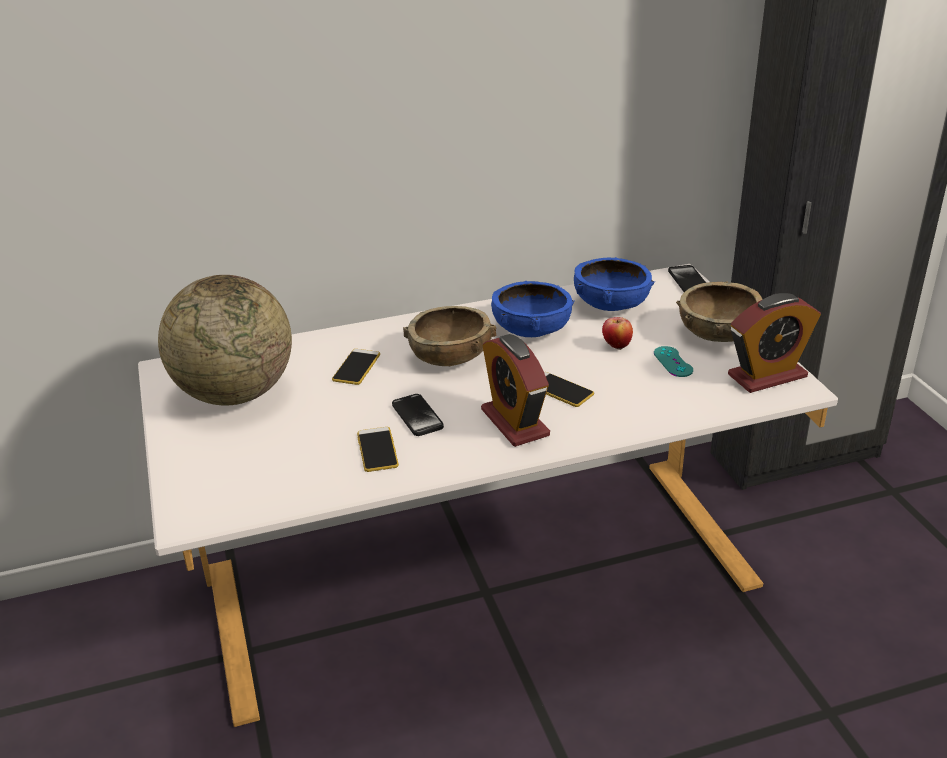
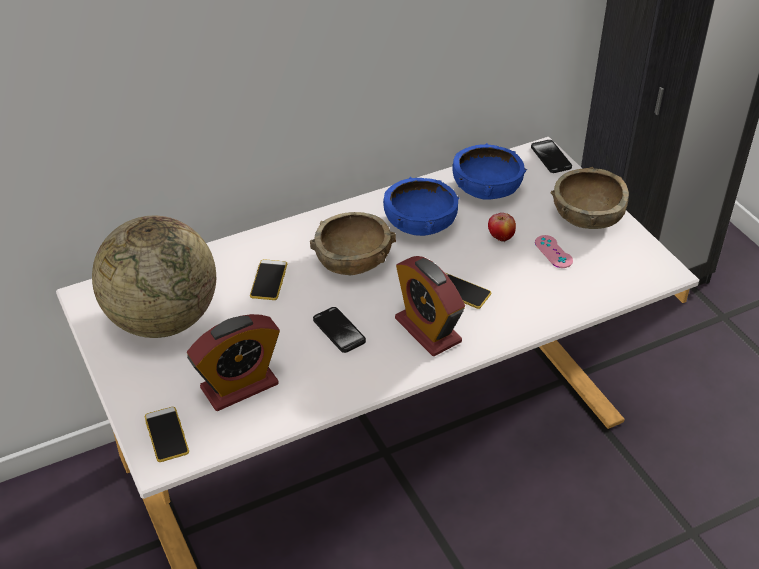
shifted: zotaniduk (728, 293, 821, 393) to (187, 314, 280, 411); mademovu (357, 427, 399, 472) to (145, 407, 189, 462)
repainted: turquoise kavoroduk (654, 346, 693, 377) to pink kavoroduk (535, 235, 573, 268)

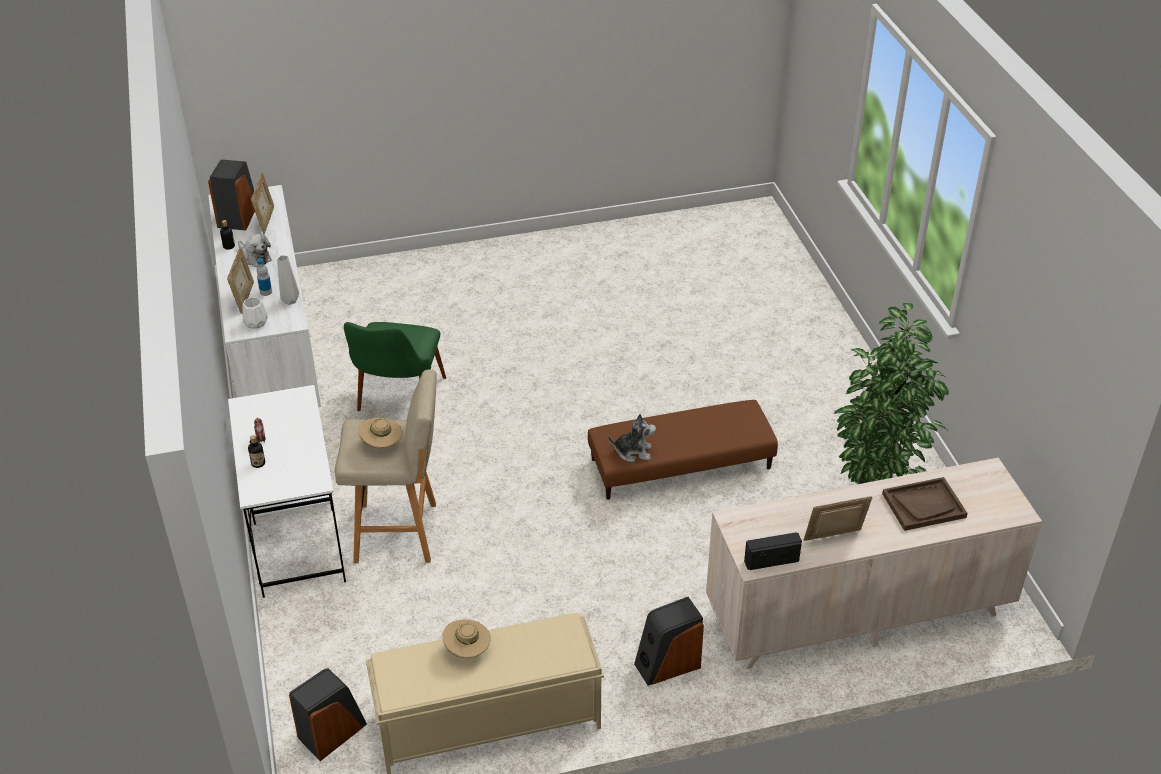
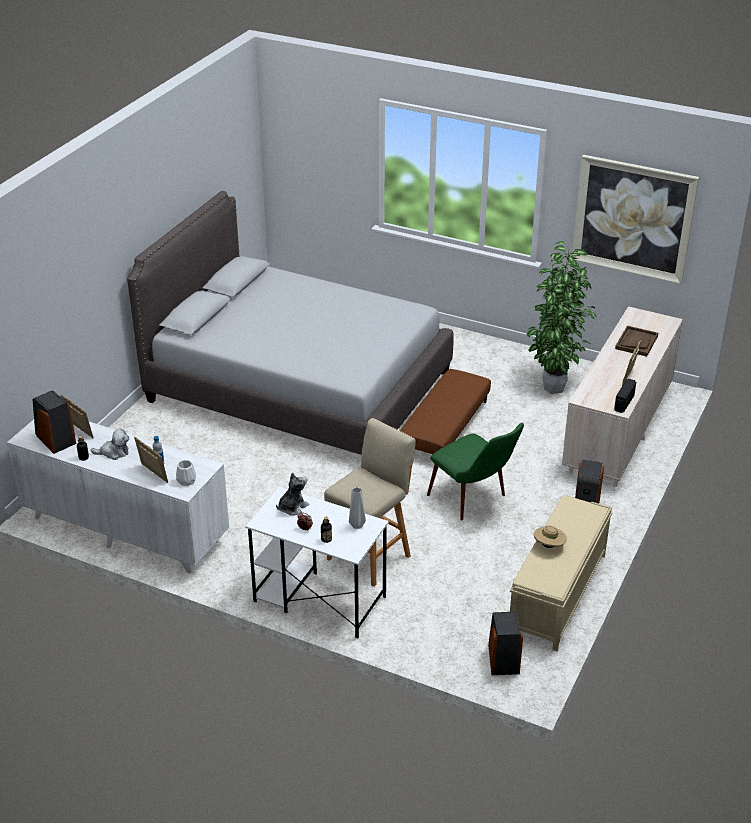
gone: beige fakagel (358, 418, 402, 448)
new: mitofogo (572, 155, 699, 284); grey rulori (127, 191, 454, 455)
shifted: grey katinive (277, 255, 299, 305) to (349, 487, 366, 529); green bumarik (344, 322, 446, 411) to (427, 423, 524, 520); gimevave (608, 414, 656, 462) to (276, 473, 309, 516)

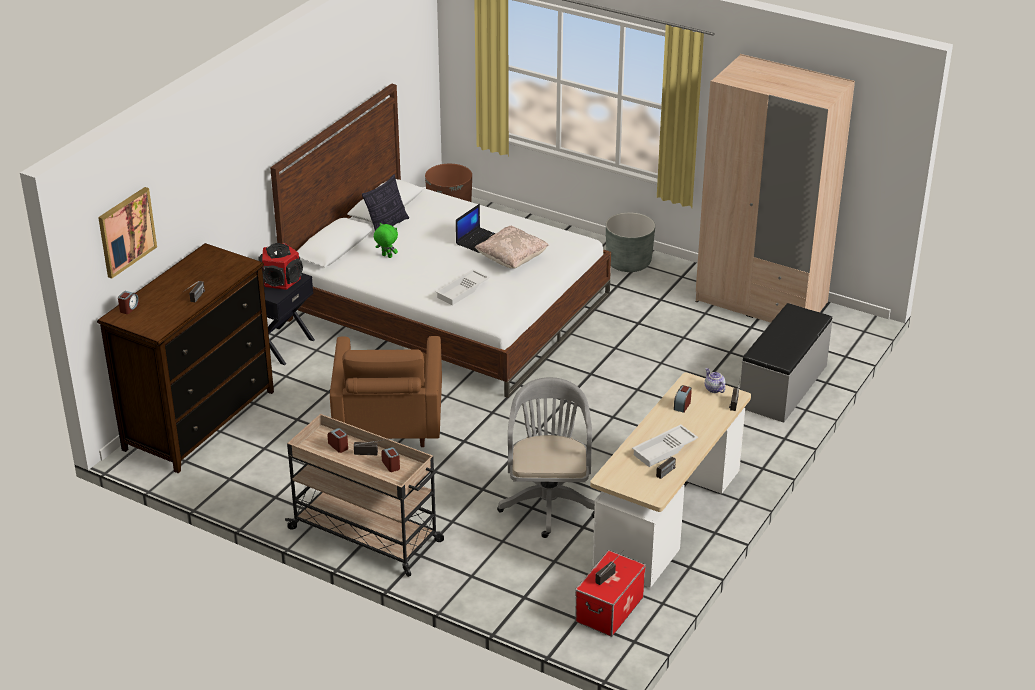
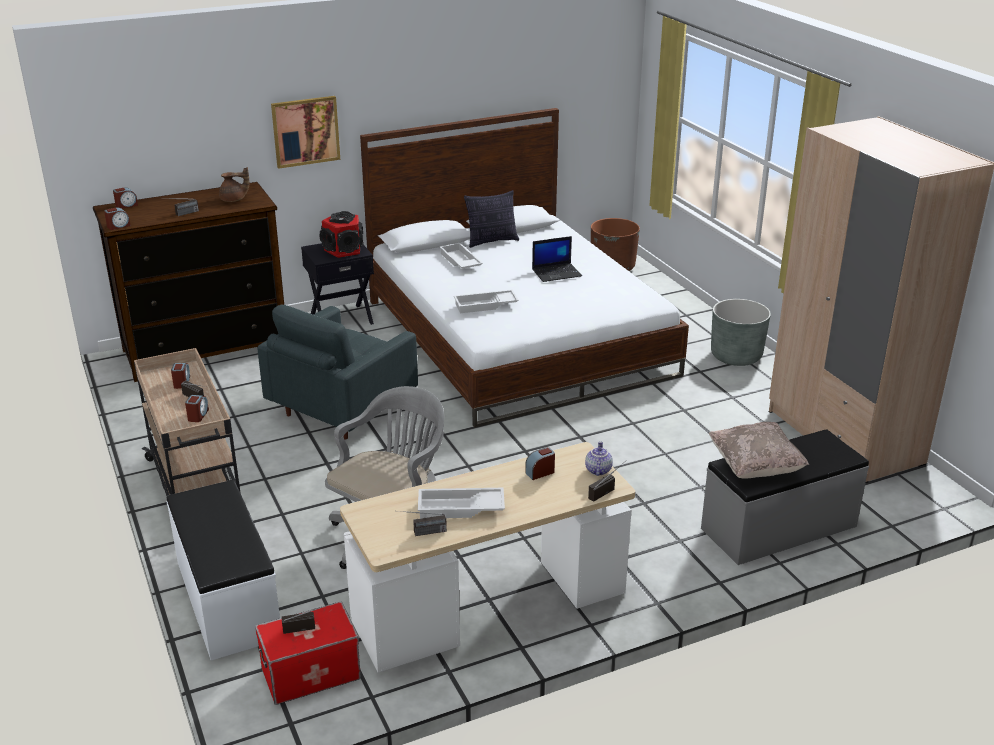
new: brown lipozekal (219, 167, 250, 202); zotaniduk (104, 207, 131, 230); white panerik (167, 480, 280, 660)
shifted: mitofogo (98, 187, 157, 279) to (271, 96, 340, 169); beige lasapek (475, 226, 549, 269) to (709, 422, 809, 479)
swapped: green gimevave (374, 223, 398, 258) to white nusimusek (439, 243, 483, 269)
repainted: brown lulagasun (330, 336, 442, 447) to grey lulagasun (257, 305, 418, 439)

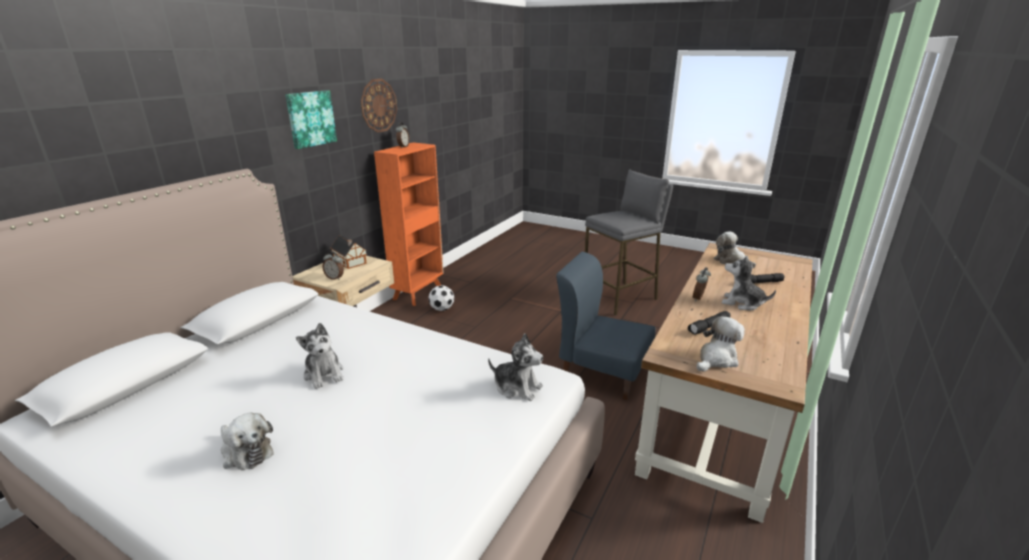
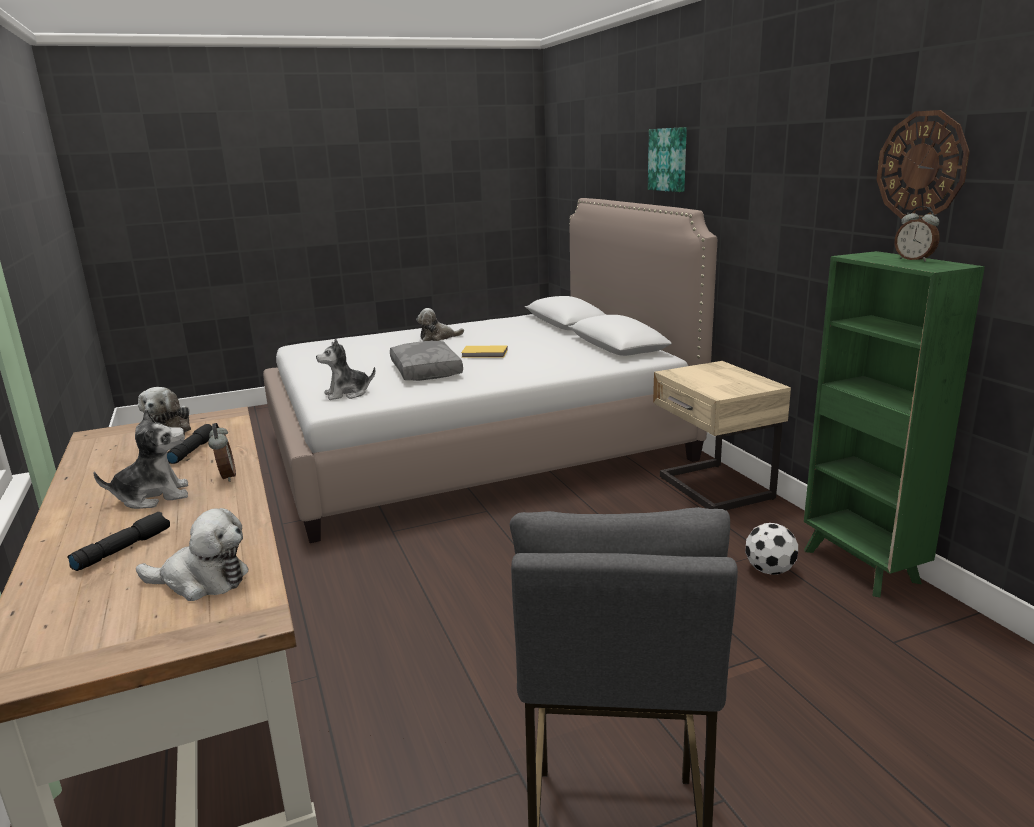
gone: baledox (330, 235, 367, 269); zotaniduk (323, 251, 344, 280); blue bumarik (556, 252, 656, 400)
new: grey lasapek (390, 341, 463, 381)
shifted: mitofogo (285, 90, 337, 149) to (648, 127, 687, 192)
swapped: gimevave (296, 323, 344, 389) to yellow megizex (461, 346, 508, 358)
repainted: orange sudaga (374, 142, 444, 306) to green sudaga (804, 251, 985, 597)

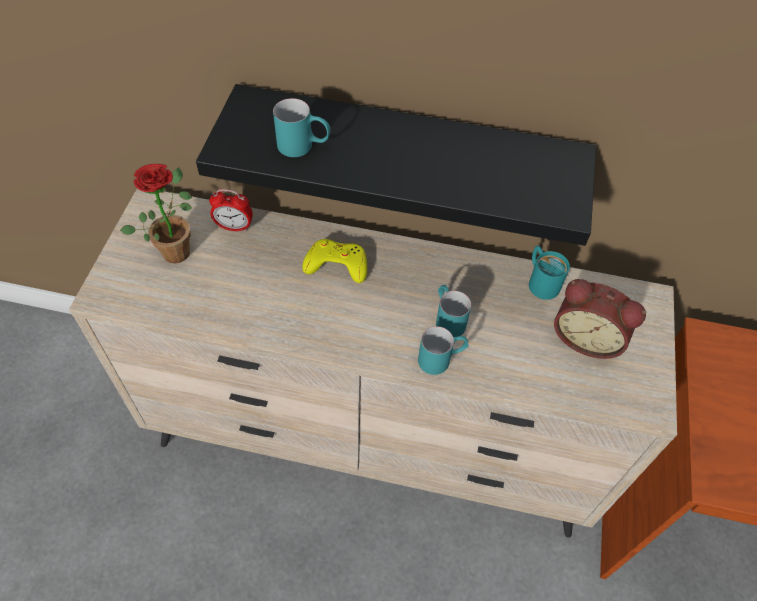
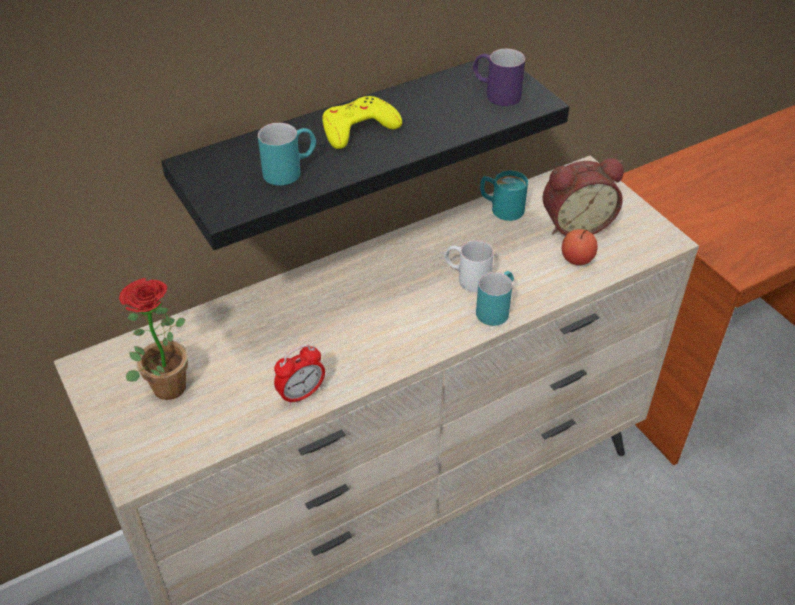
new: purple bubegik (473, 49, 525, 106); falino (562, 229, 598, 265)
shifted: zotaniduk (209, 189, 253, 232) to (274, 344, 325, 406); yellow kavoroduk (302, 239, 367, 283) to (322, 96, 402, 149)
repainted: turquoise bubegik (436, 285, 471, 337) to white bubegik (444, 240, 494, 292)

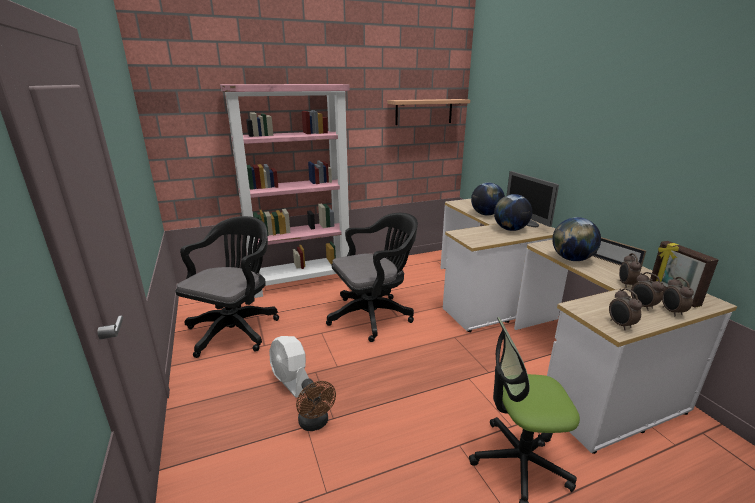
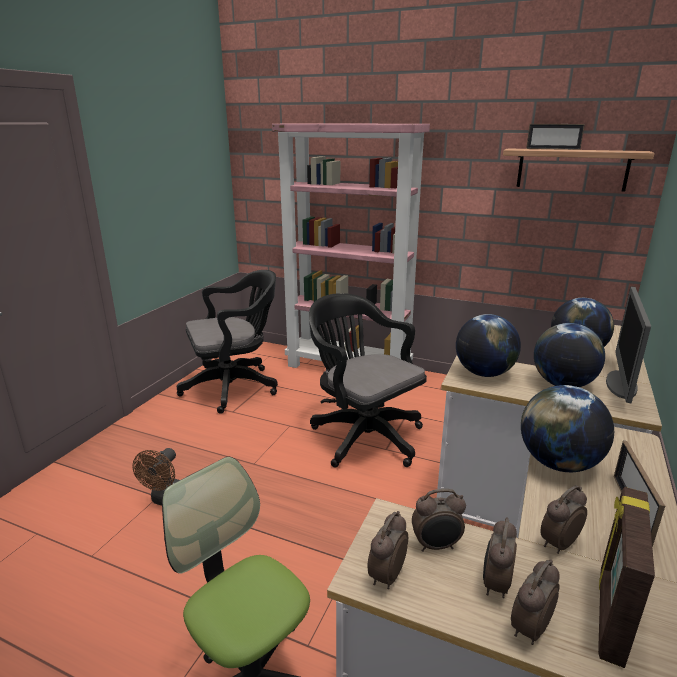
gone: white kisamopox (269, 336, 309, 398)
new: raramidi (526, 124, 585, 150); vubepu (456, 314, 521, 377); zotaniduk (412, 489, 466, 552)
rotated: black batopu (326, 213, 418, 342) = (309, 293, 427, 468) 150 degrees counterclockwise

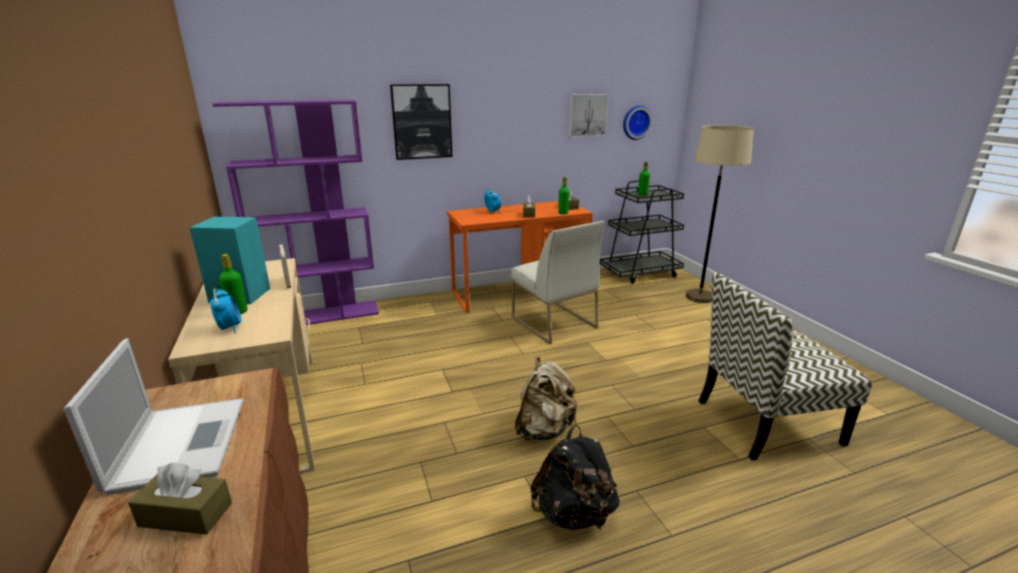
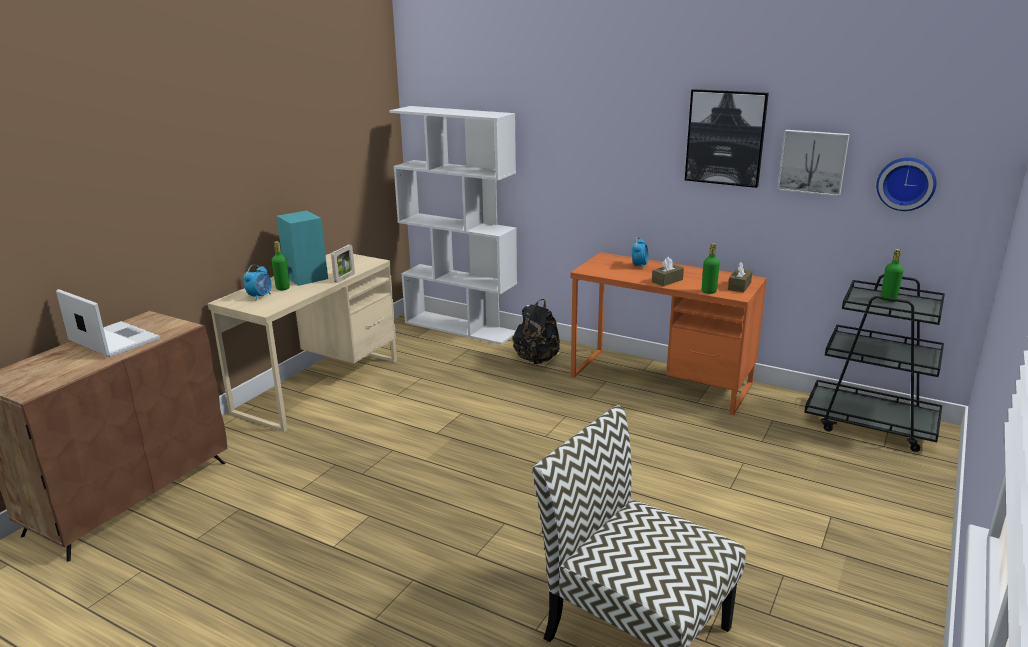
gone: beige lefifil (686, 125, 754, 303); white bumarik (511, 221, 605, 344); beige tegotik (515, 357, 577, 440); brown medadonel (128, 463, 232, 534)
shifted: mitofogo (390, 84, 452, 160) to (685, 89, 769, 188); black tegotik (530, 425, 620, 530) to (513, 299, 560, 364)
repainted: purple sudaga (213, 99, 379, 325) to white sudaga (389, 106, 517, 345)
rotated: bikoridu (64, 338, 243, 495) = (56, 289, 160, 358) 90 degrees counterclockwise

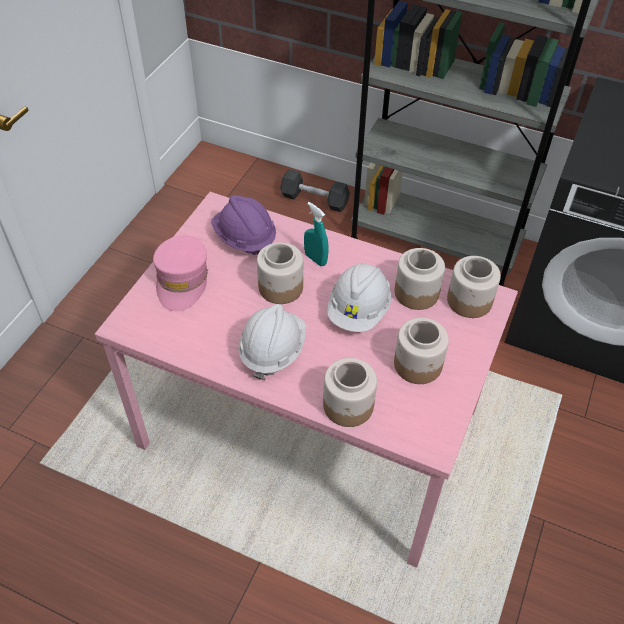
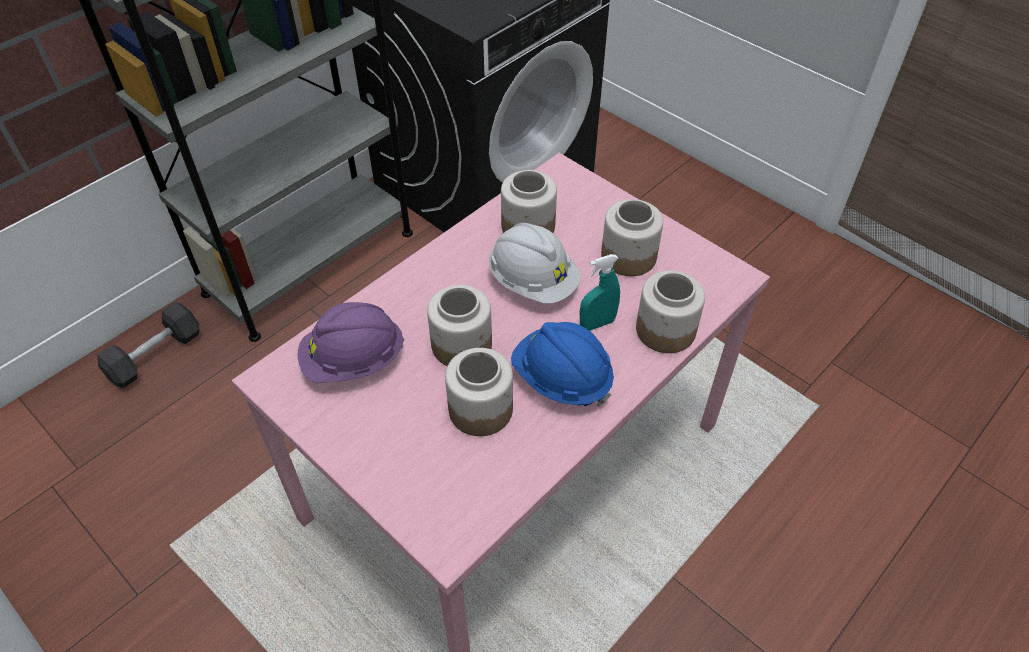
gone: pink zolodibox (153, 235, 208, 311)
shifted: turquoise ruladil (304, 202, 328, 266) to (580, 254, 620, 331); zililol (447, 256, 501, 318) to (445, 348, 513, 436)
repainted: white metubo (238, 304, 306, 380) to blue metubo (511, 322, 614, 407)

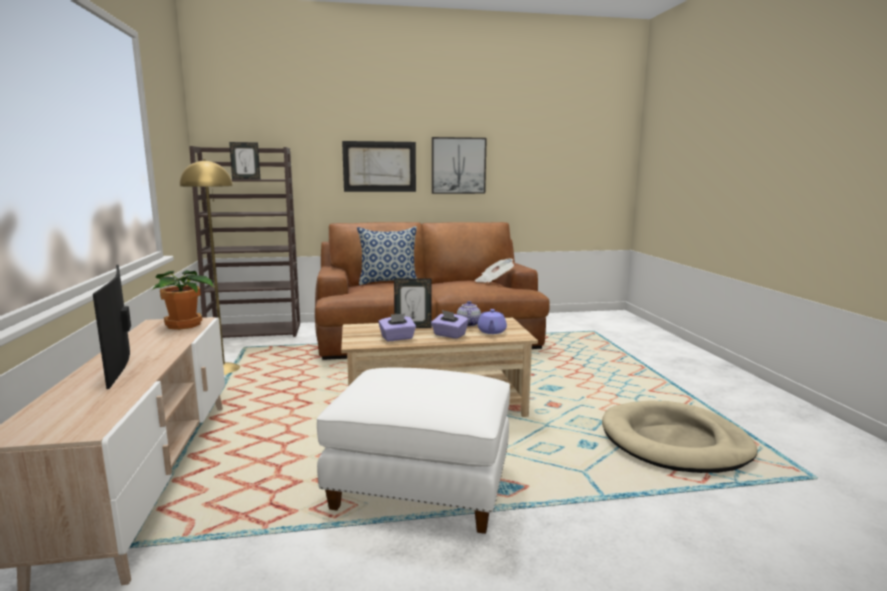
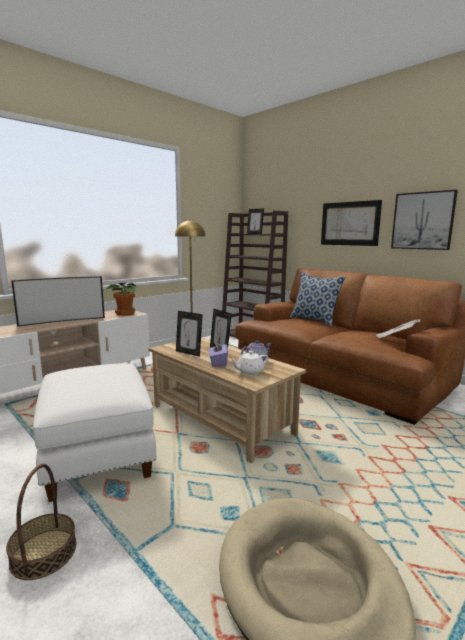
new: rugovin (6, 464, 77, 580)
swapped: purple medadonel (378, 314, 416, 341) to raramidi (176, 311, 203, 357)
repainted: purple lipozekal (477, 309, 507, 334) to white lipozekal (230, 351, 268, 375)
rotated: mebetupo (93, 265, 131, 389) = (11, 276, 105, 327) 150 degrees counterclockwise

